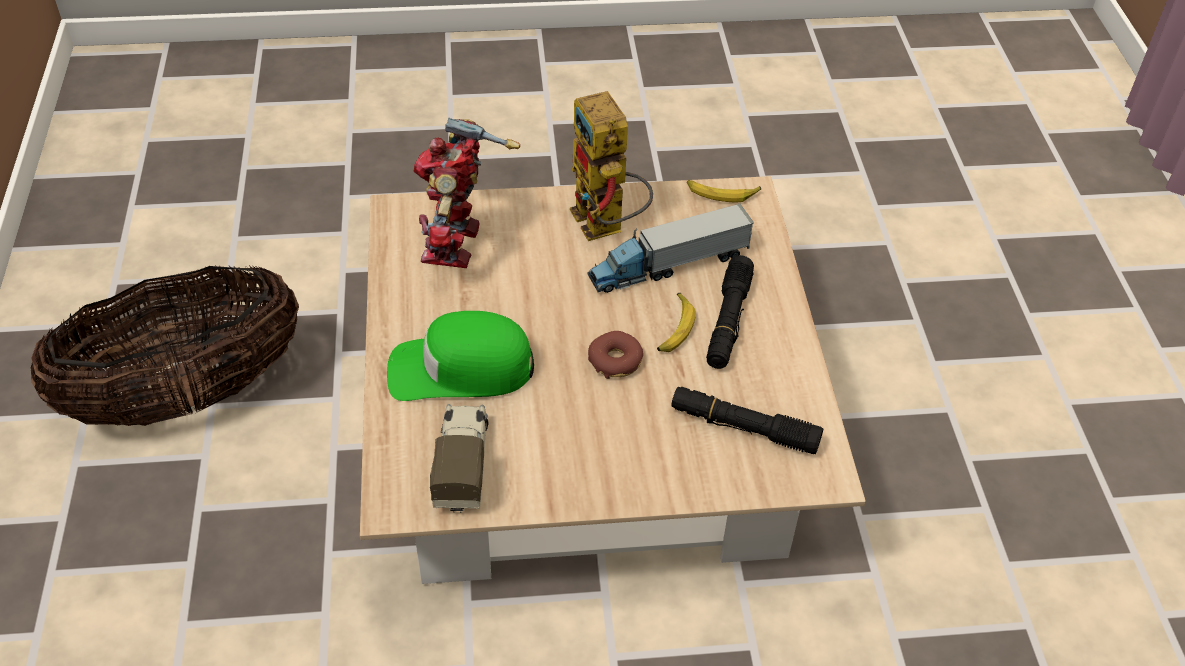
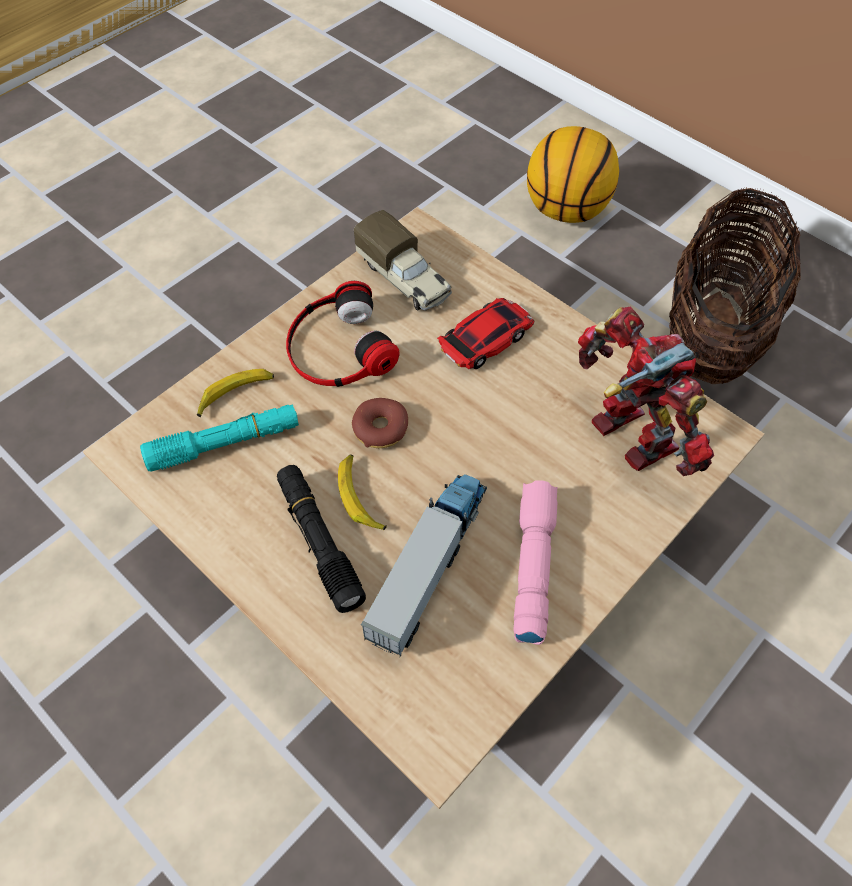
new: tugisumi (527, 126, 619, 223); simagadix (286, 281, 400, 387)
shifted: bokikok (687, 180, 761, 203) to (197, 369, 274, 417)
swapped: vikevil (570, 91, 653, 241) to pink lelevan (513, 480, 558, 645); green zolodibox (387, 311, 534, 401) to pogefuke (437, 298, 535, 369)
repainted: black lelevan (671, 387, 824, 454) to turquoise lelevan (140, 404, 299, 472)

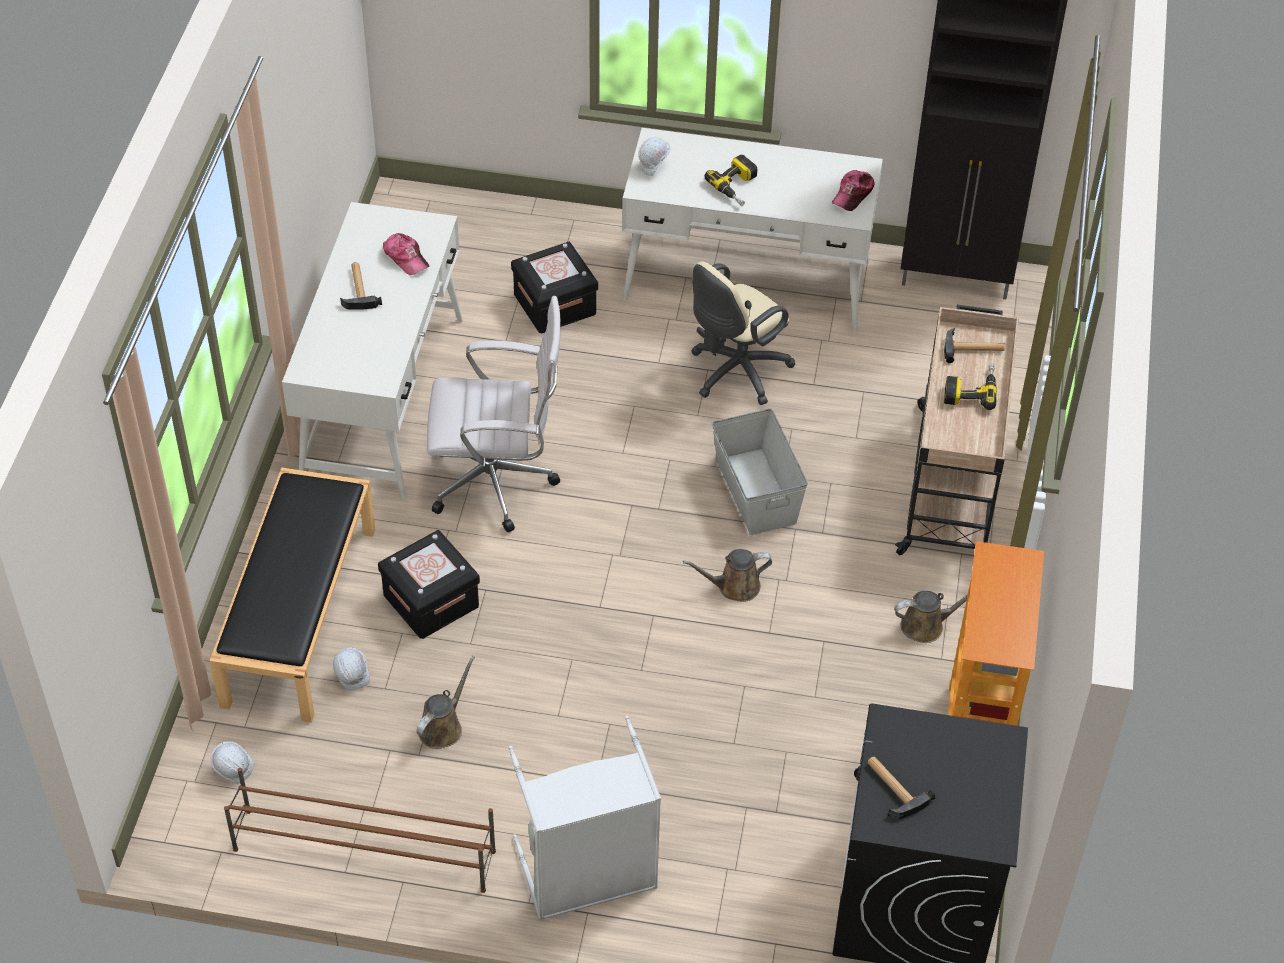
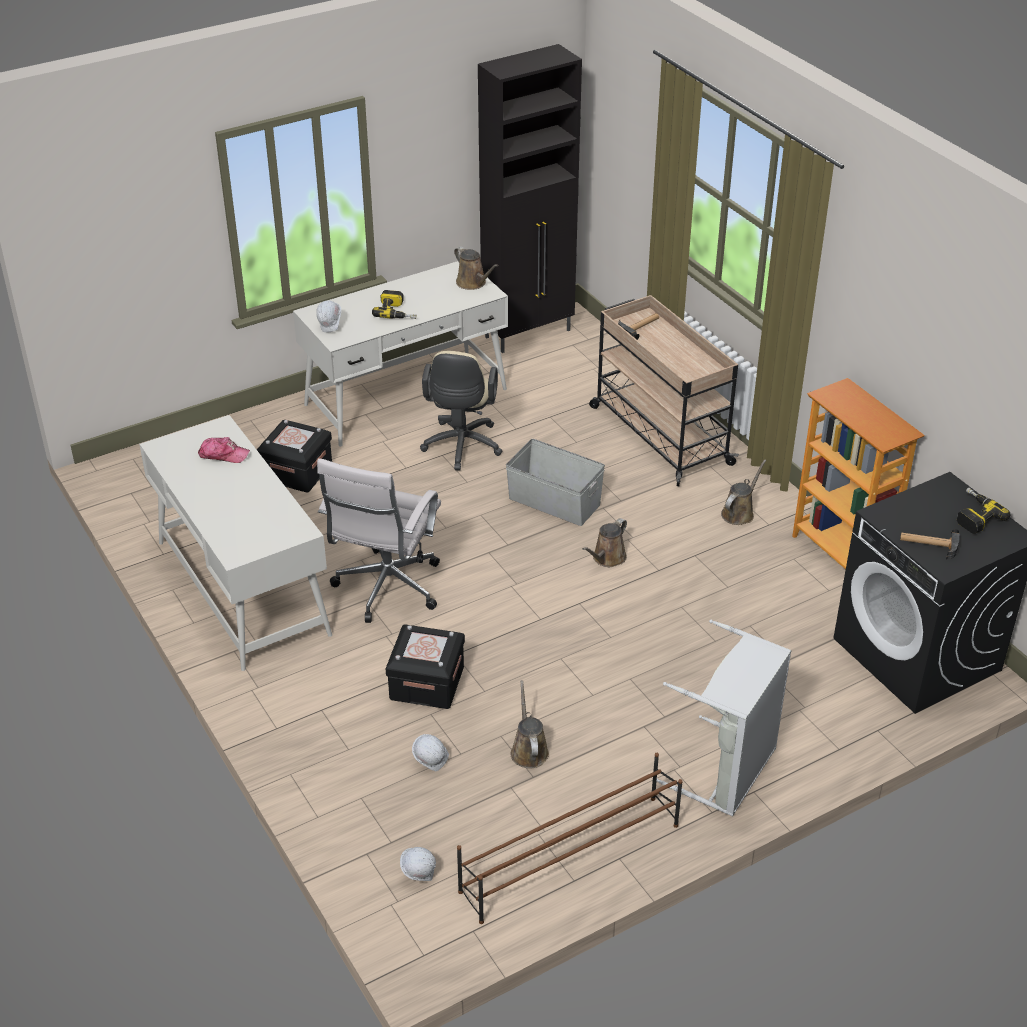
gone: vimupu (340, 262, 382, 309); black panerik (210, 467, 375, 723)
shifted: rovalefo (944, 364, 997, 410) to (957, 488, 1010, 534)
swapped: zolodibox (832, 170, 875, 211) to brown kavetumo (454, 246, 499, 290)
rotated: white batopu (427, 296, 561, 532) = (317, 458, 441, 623) 150 degrees clockwise

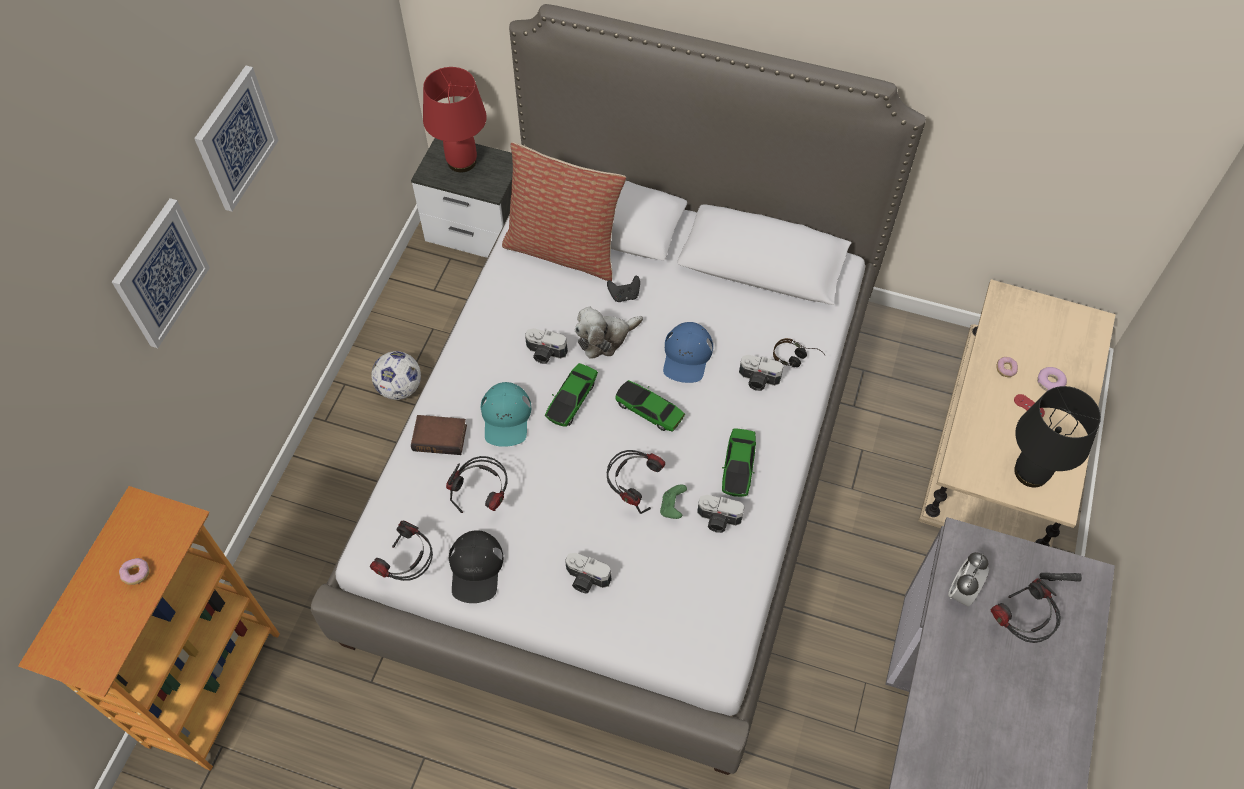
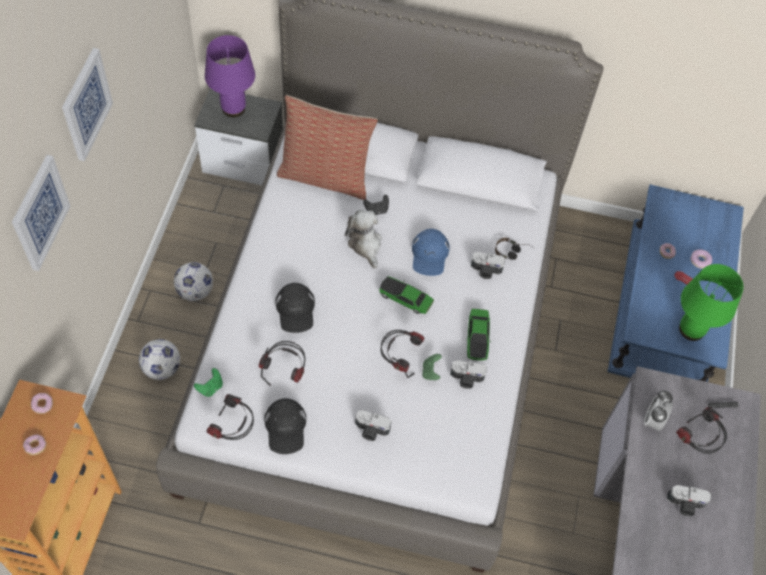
gone: pogefuke (545, 363, 598, 427); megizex (411, 415, 467, 455)
new: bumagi (139, 339, 180, 380); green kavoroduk (194, 368, 223, 397); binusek (31, 393, 53, 414)
shifted: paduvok (525, 328, 568, 364) to (667, 485, 711, 516)
repainted: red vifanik (423, 67, 487, 172) to purple vifanik (205, 35, 255, 117); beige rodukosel (919, 279, 1116, 547) to blue rodukosel (607, 184, 744, 382); turquoise zolodibox (481, 382, 531, 447) to black zolodibox (275, 283, 315, 333); black vifanik (1014, 386, 1101, 488) to green vifanik (679, 264, 744, 341)
rotated: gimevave (575, 306, 643, 359) = (345, 210, 382, 269) 105 degrees clockwise

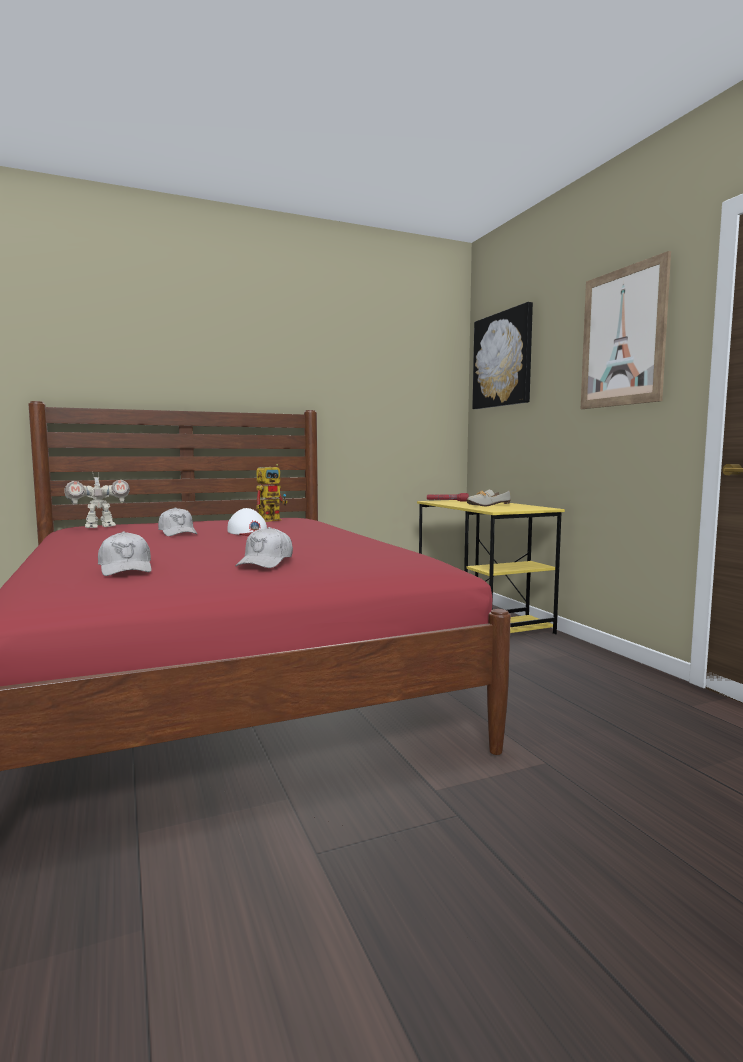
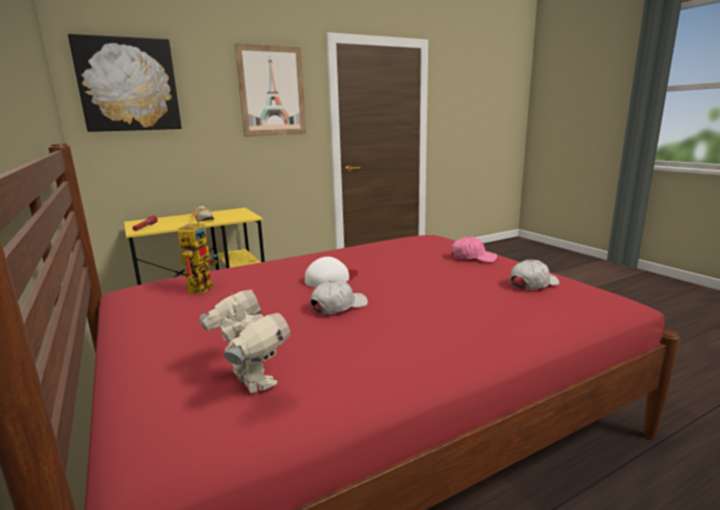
repainted: white zolodibox (235, 527, 293, 568) to pink zolodibox (452, 236, 497, 262)
rotated: vikevil (256, 464, 288, 522) = (178, 219, 217, 294) 60 degrees clockwise

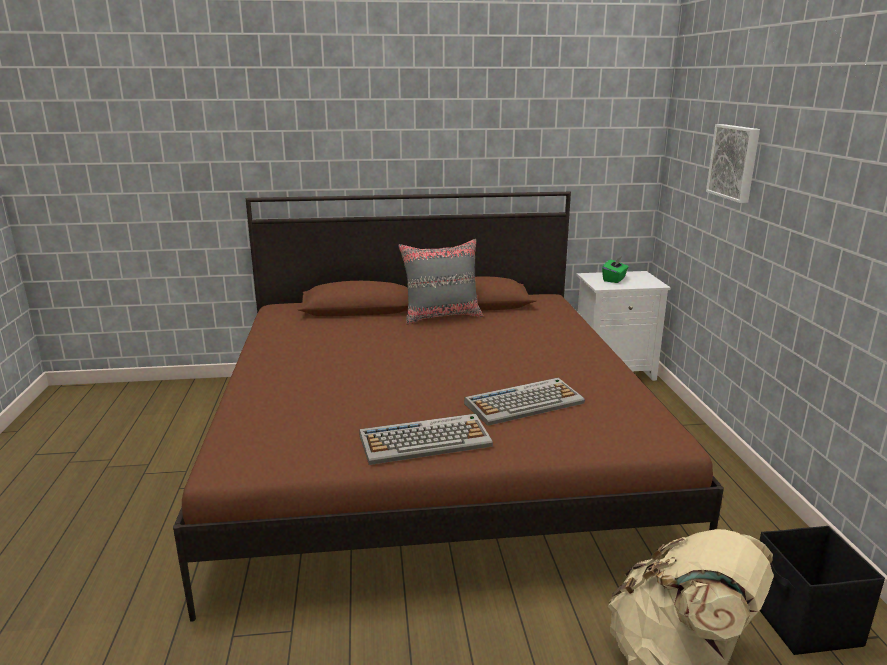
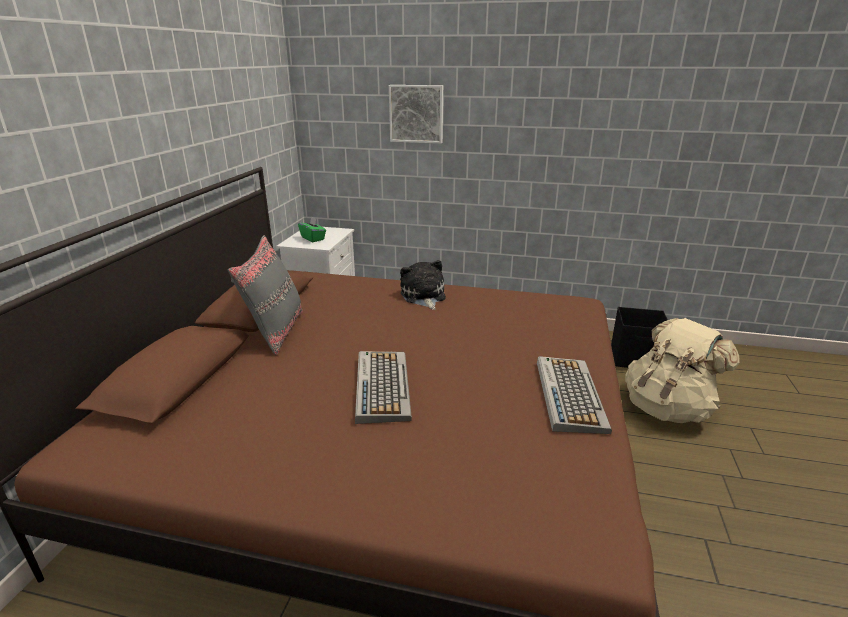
new: gimevave (400, 260, 446, 310)
shifted: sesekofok (464, 378, 585, 426) to (355, 351, 412, 424)

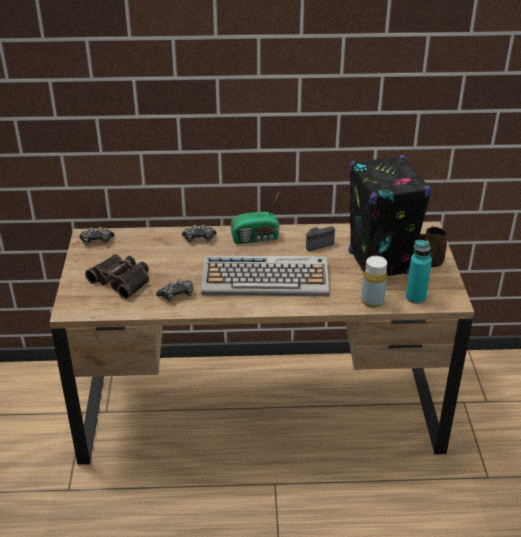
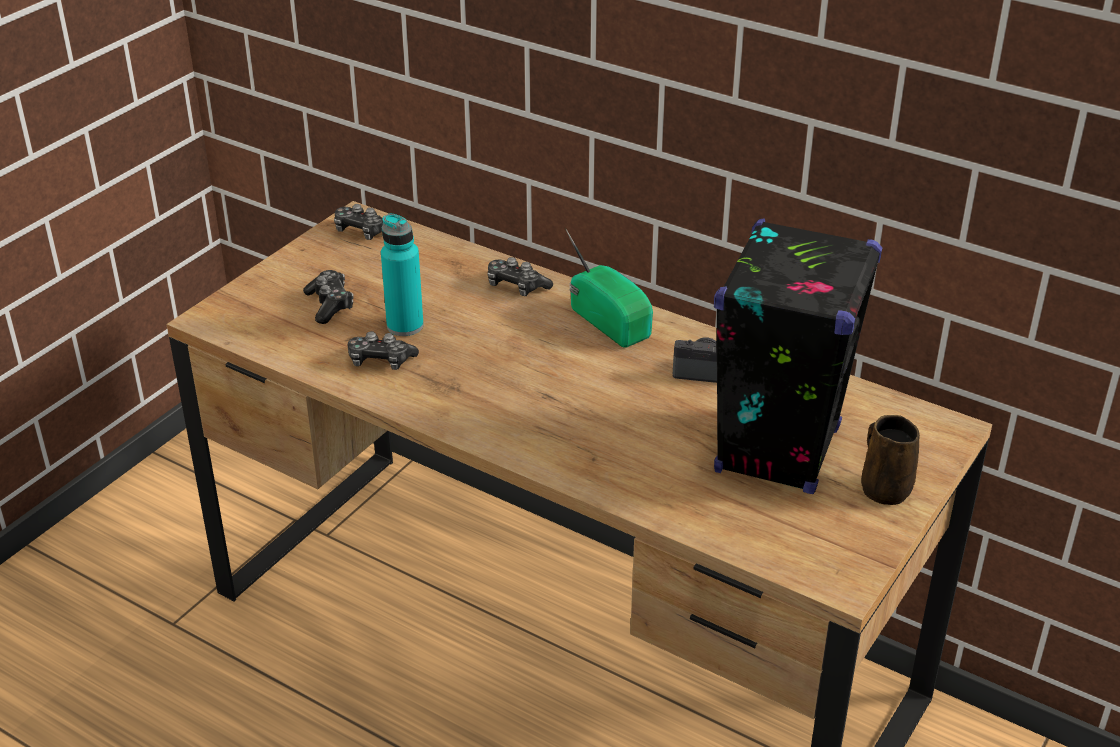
gone: sesekofok (201, 255, 329, 296); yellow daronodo (361, 256, 387, 308)
shifted: turquoise daronodo (406, 240, 432, 304) to (381, 214, 424, 336)
swapped: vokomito (85, 254, 149, 299) to kavoroduk (303, 270, 353, 324)
rotated: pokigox (231, 193, 280, 244) = (566, 229, 653, 348) 150 degrees counterclockwise

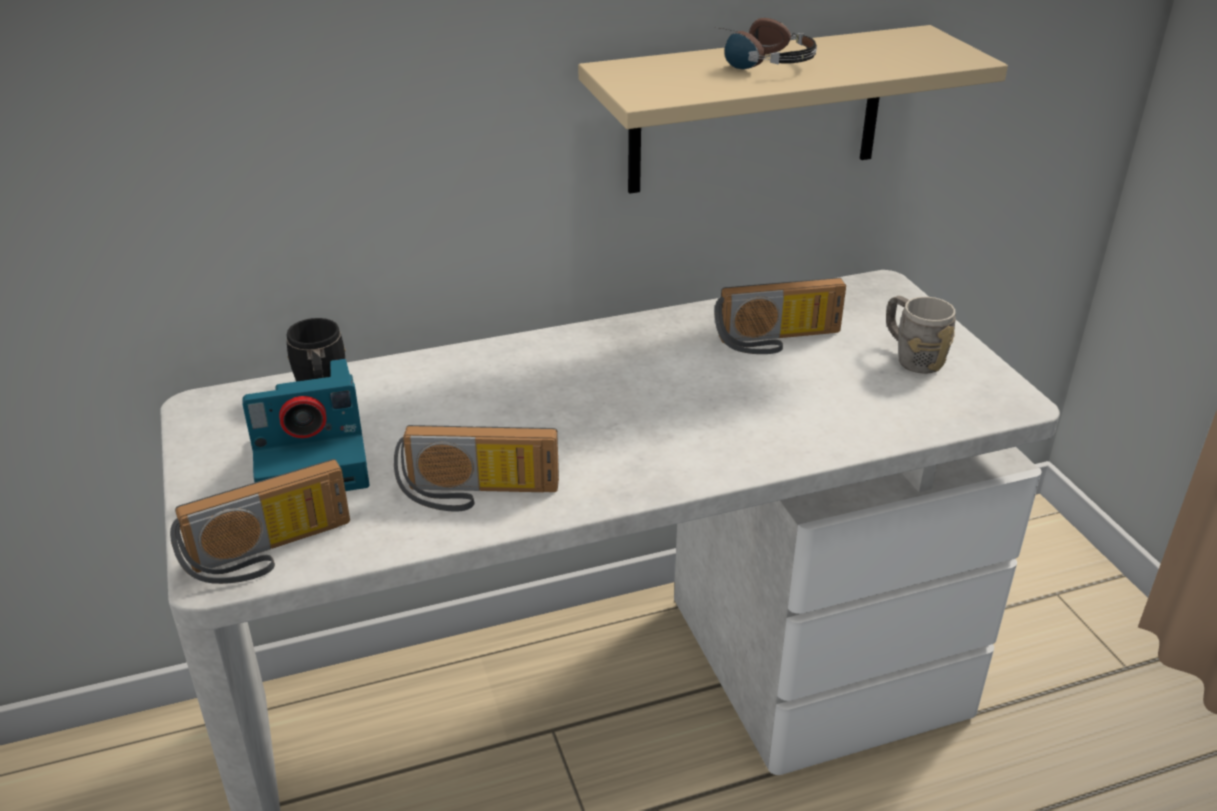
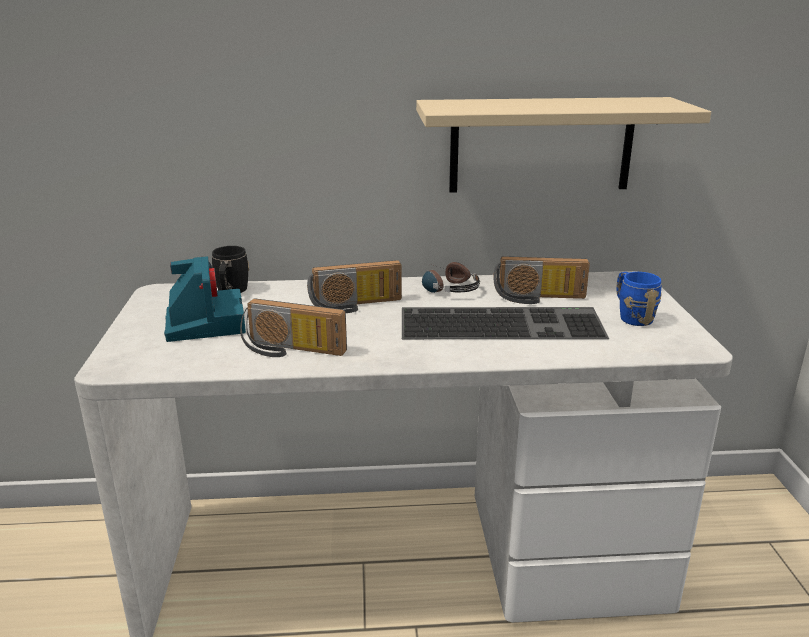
new: sesekofok (402, 307, 609, 339)
shifted: simagadix (713, 18, 817, 69) to (422, 262, 480, 293); pokigox (170, 459, 350, 584) to (307, 260, 402, 313)
repainted: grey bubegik (886, 296, 955, 374) to blue bubegik (616, 272, 662, 326)
rotated: paduvok (243, 359, 370, 491) = (164, 256, 246, 342) 105 degrees counterclockwise

